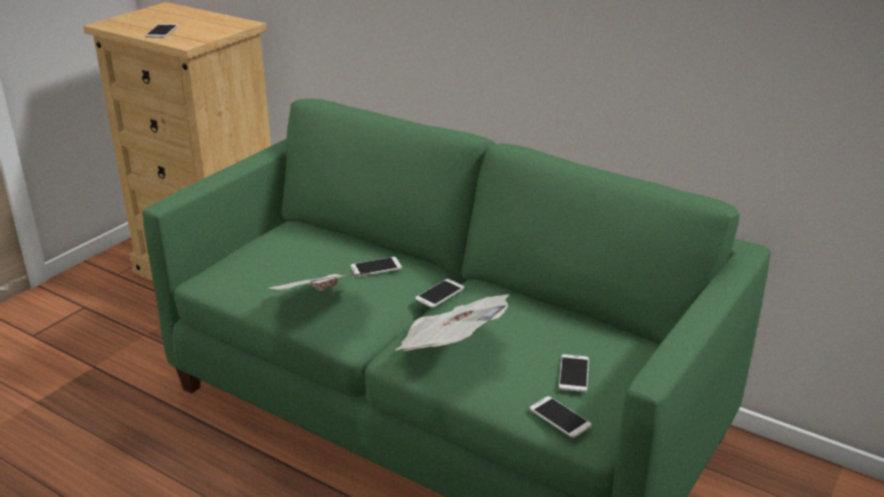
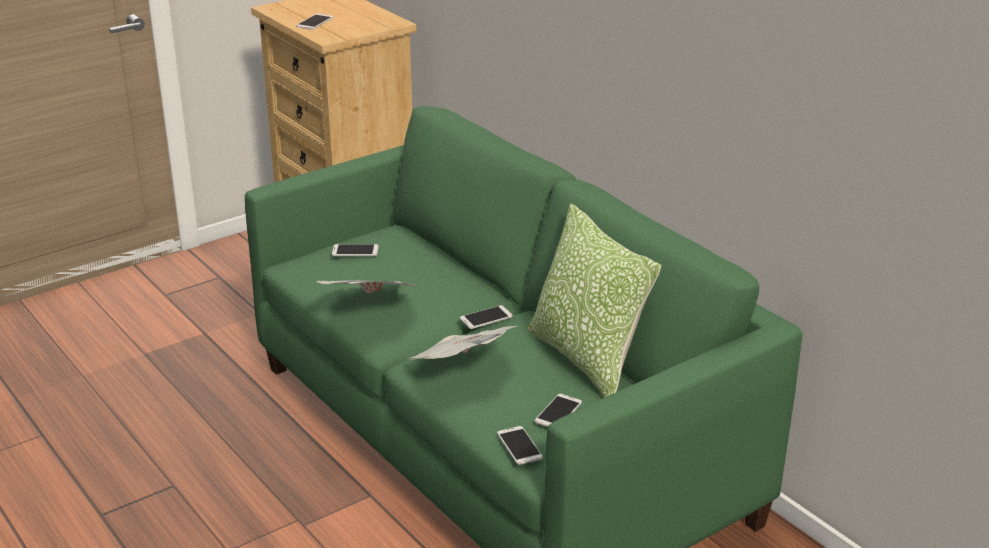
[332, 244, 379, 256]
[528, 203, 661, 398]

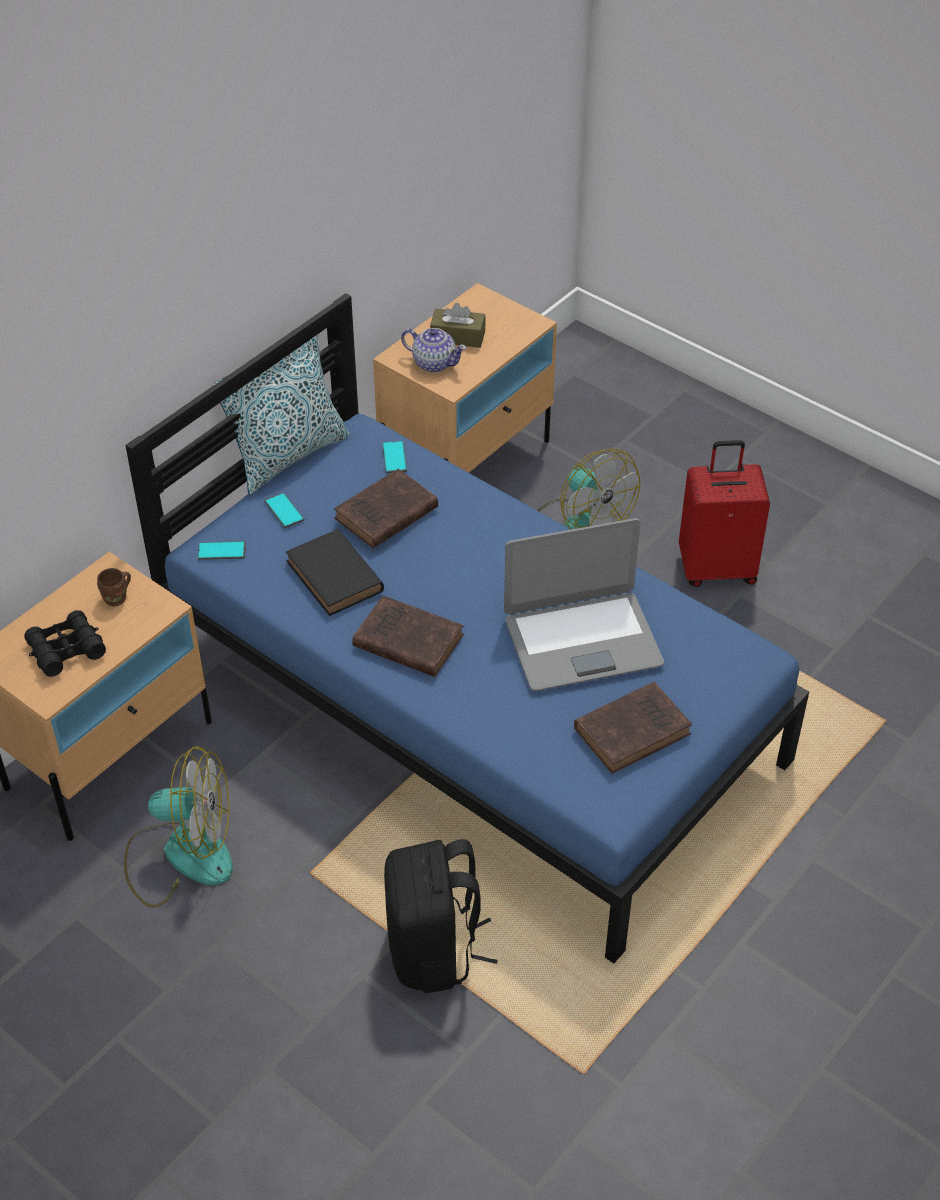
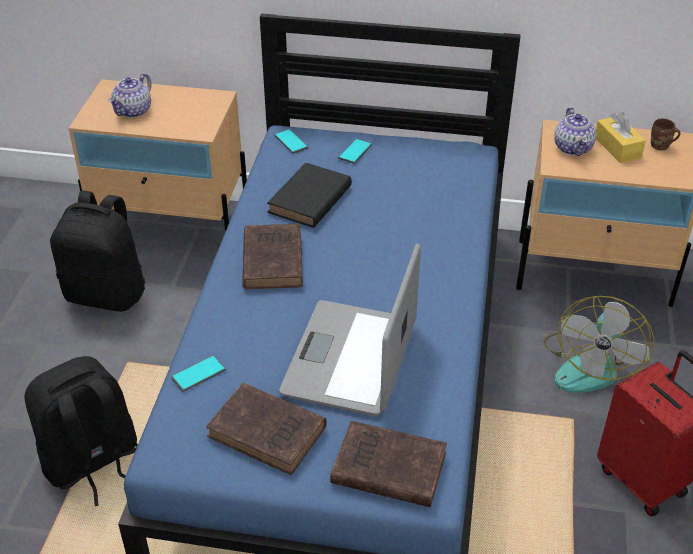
[596, 112, 646, 163]
[212, 335, 350, 495] (first image)
[171, 355, 225, 392]
[330, 421, 447, 507]
[279, 243, 421, 416]
[651, 118, 681, 150]
[108, 73, 151, 118]
[50, 191, 145, 312]

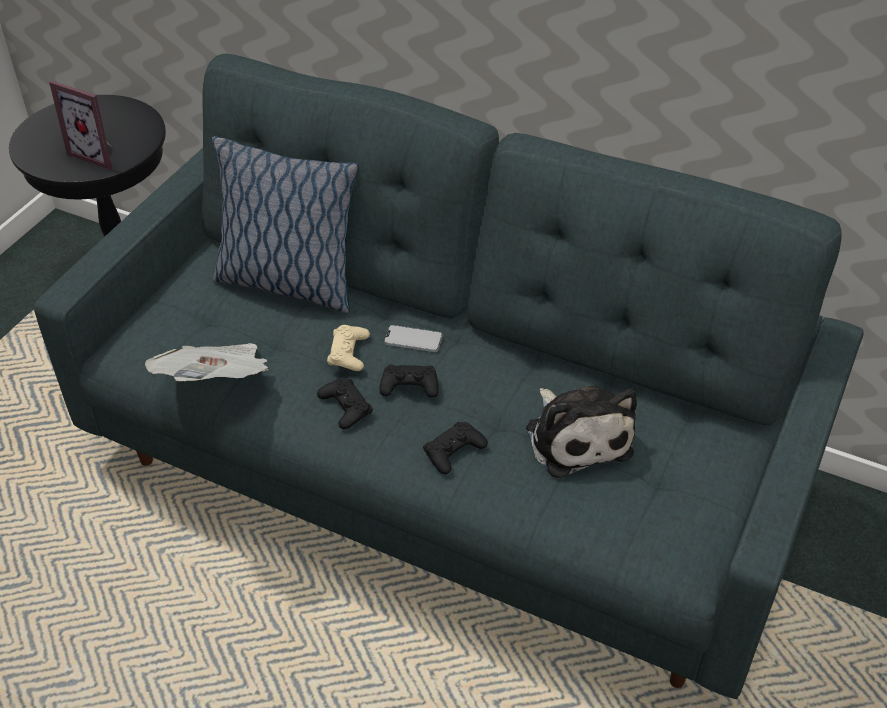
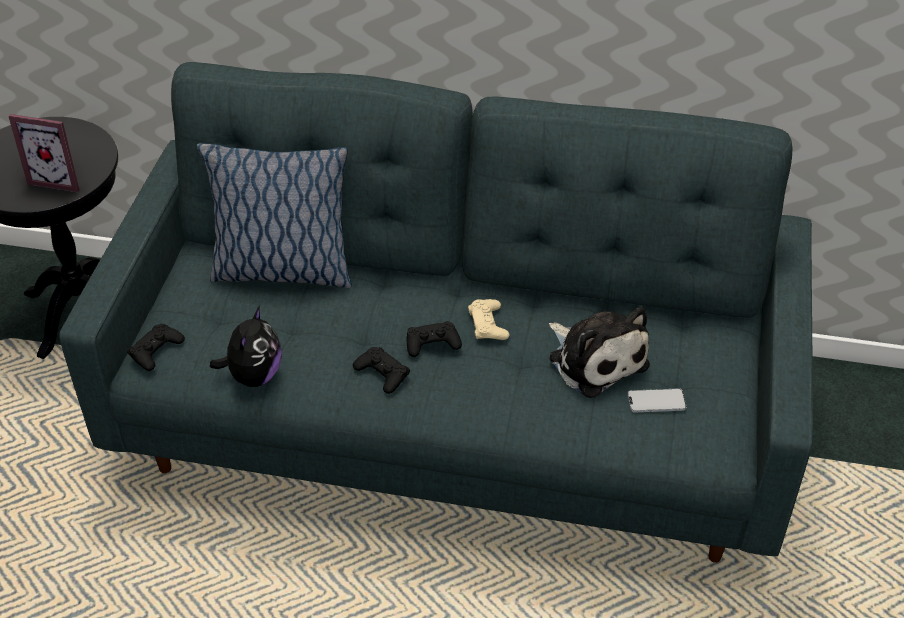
[468, 299, 510, 340]
[628, 389, 686, 413]
[210, 305, 282, 387]
[127, 324, 185, 371]

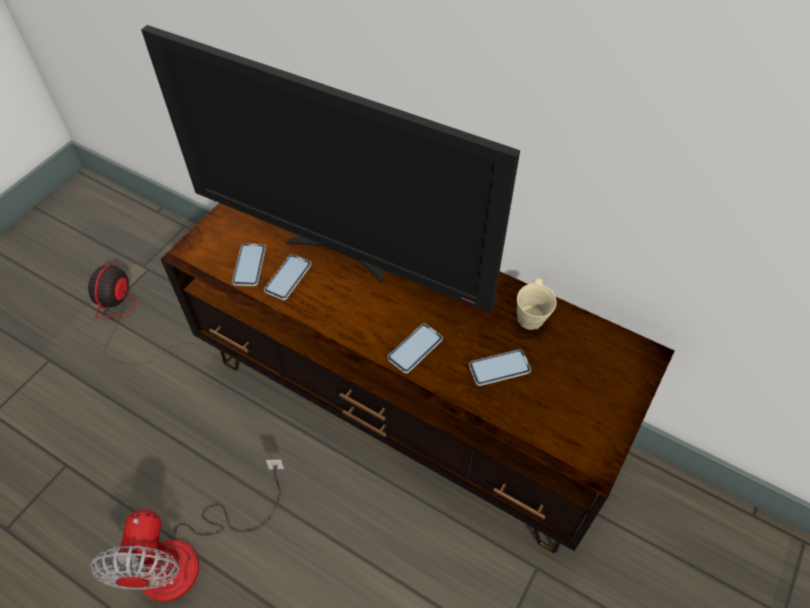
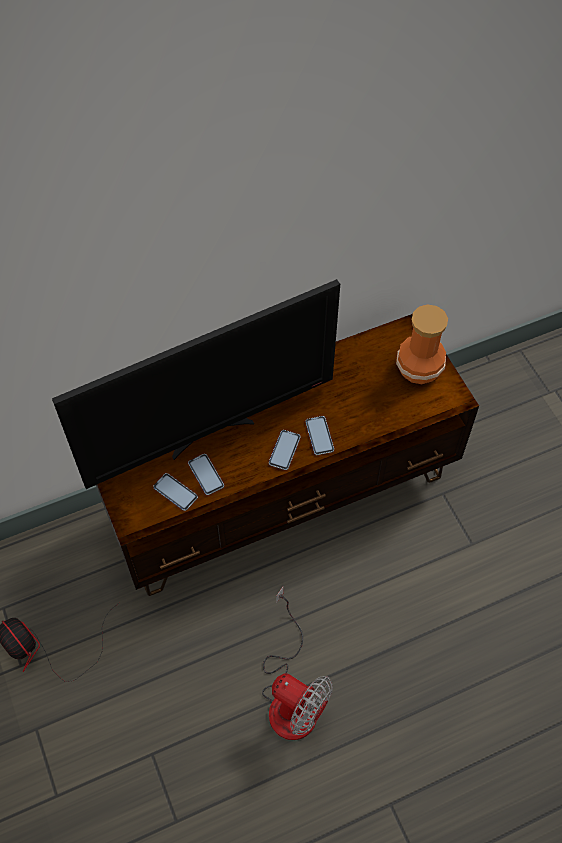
[517, 278, 557, 330] (first image)
[269, 430, 300, 470]
[396, 304, 448, 384]

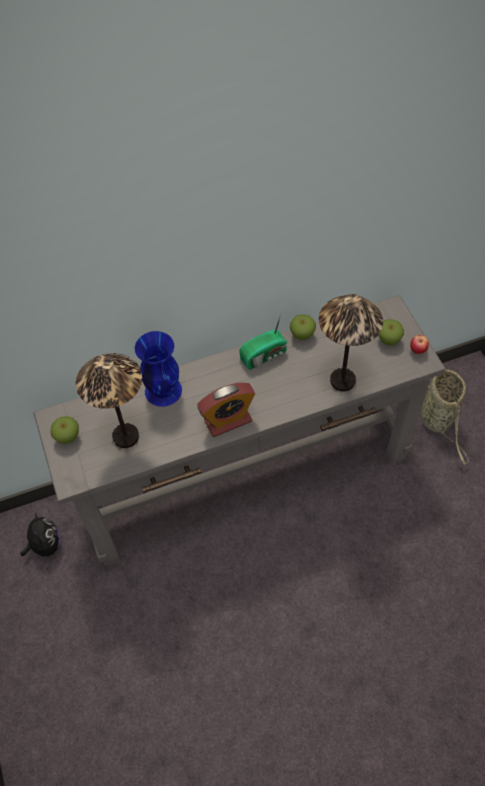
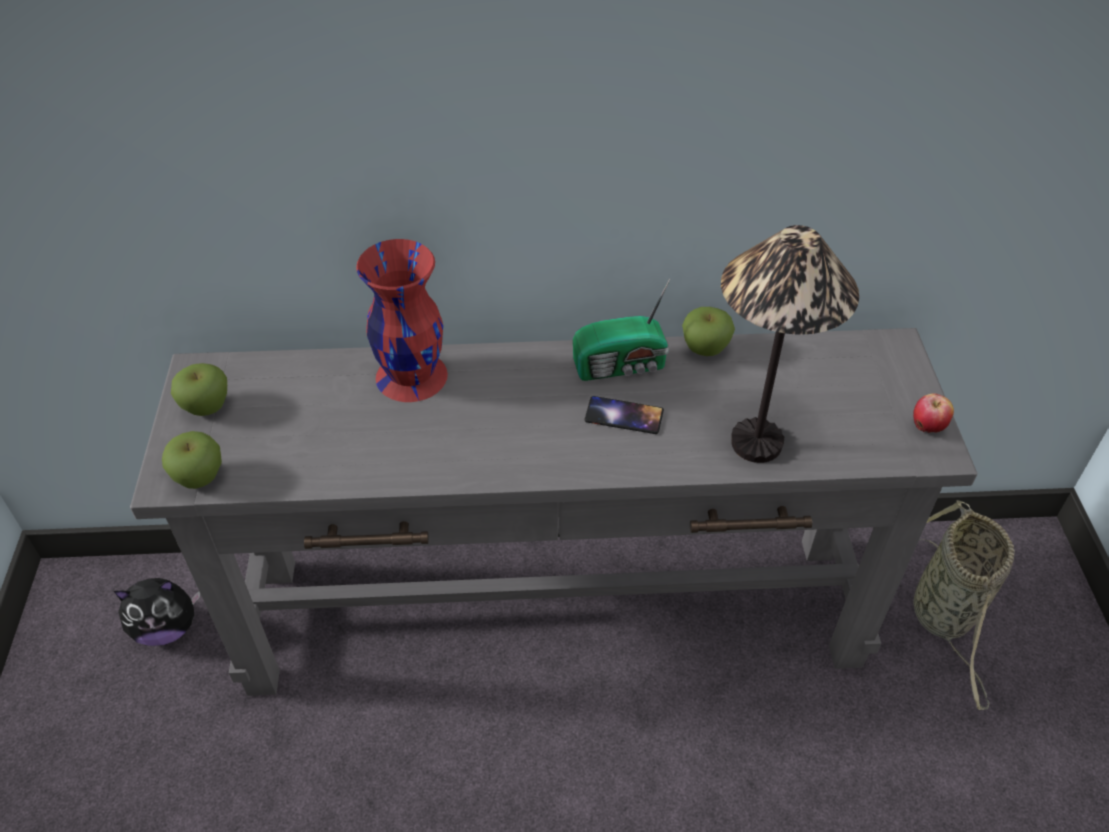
[162, 431, 222, 489]
[356, 239, 448, 402]
[76, 353, 142, 448] (first image)
[197, 383, 255, 437] (first image)
[114, 578, 200, 646]
[584, 396, 664, 434]

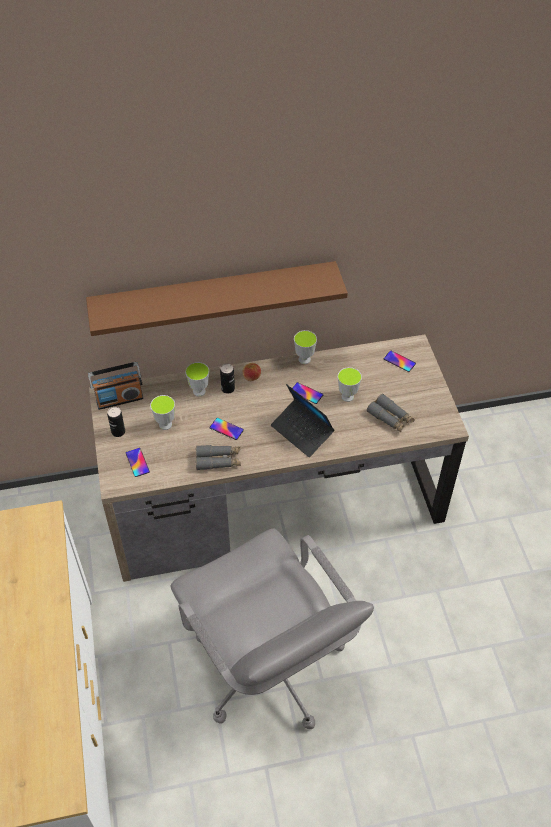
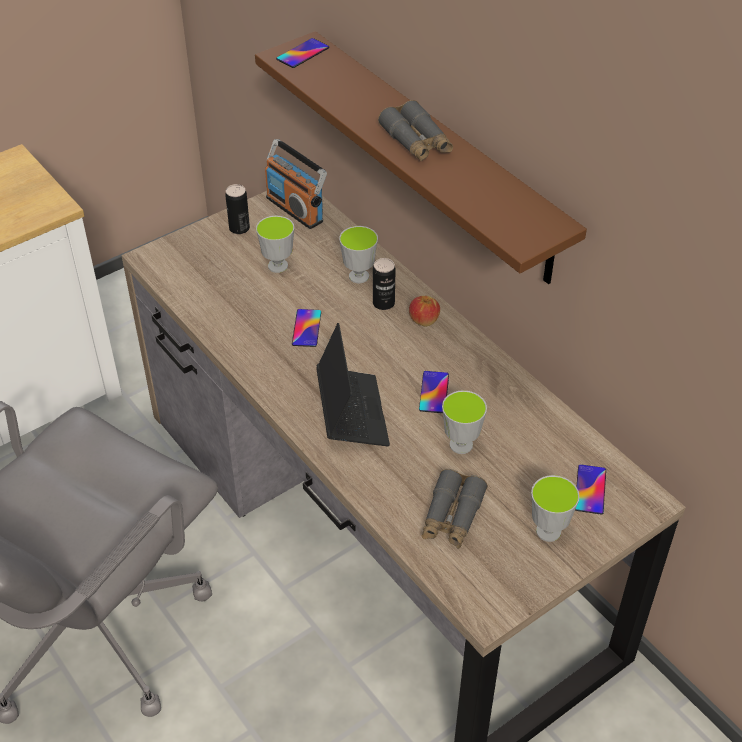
[531, 475, 580, 542]
[316, 323, 390, 446]
[378, 100, 453, 162]
[276, 38, 329, 68]

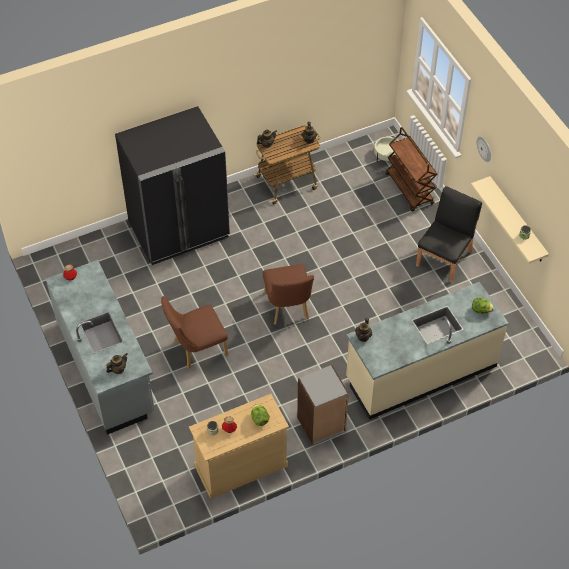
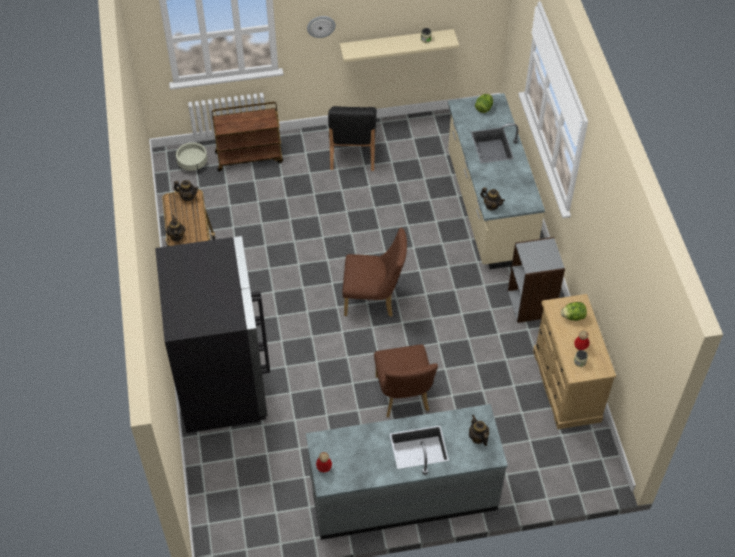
[328, 106, 377, 171]

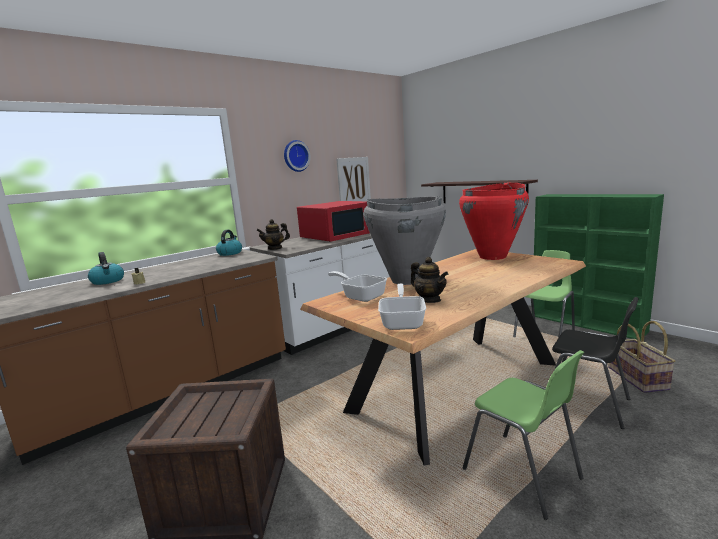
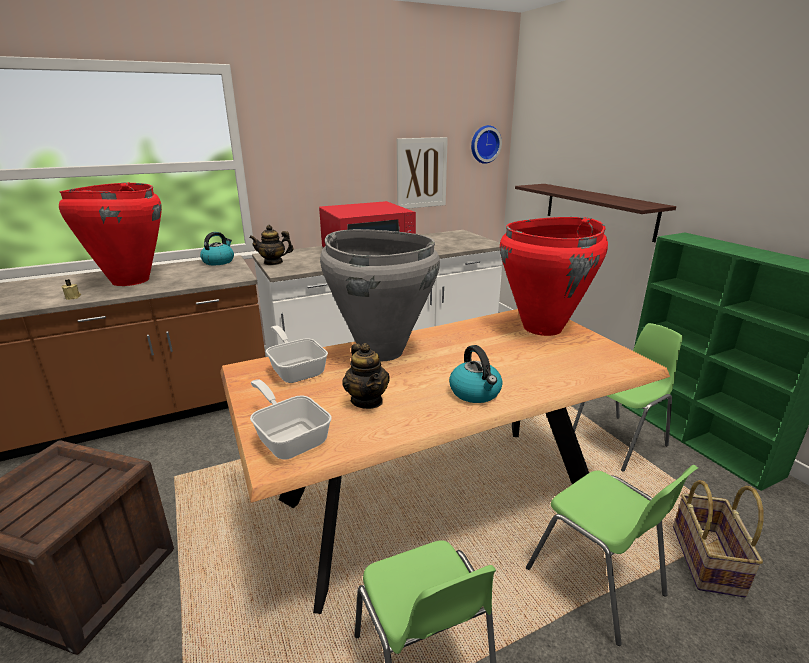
[471, 125, 502, 164]
[449, 345, 503, 403]
[250, 379, 332, 460]
[526, 465, 698, 646]
[59, 182, 162, 286]

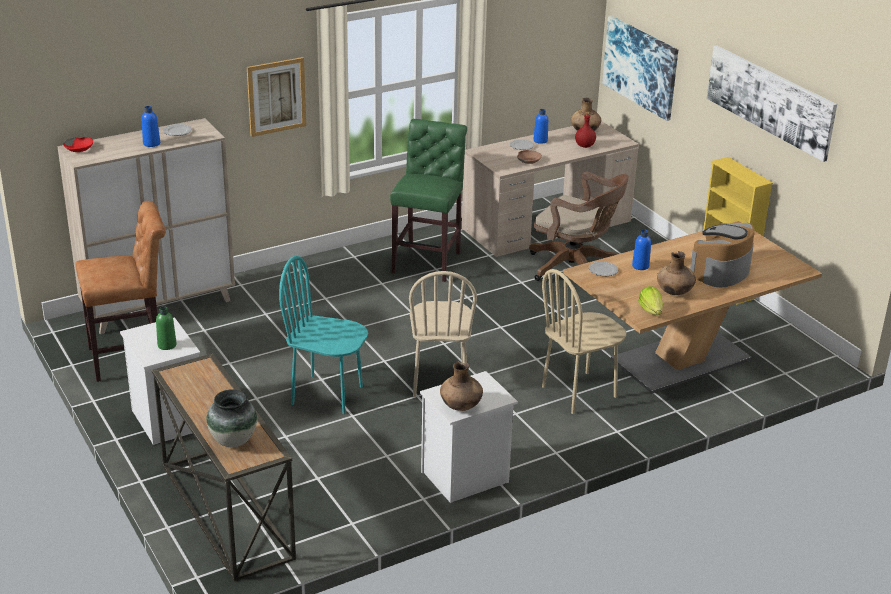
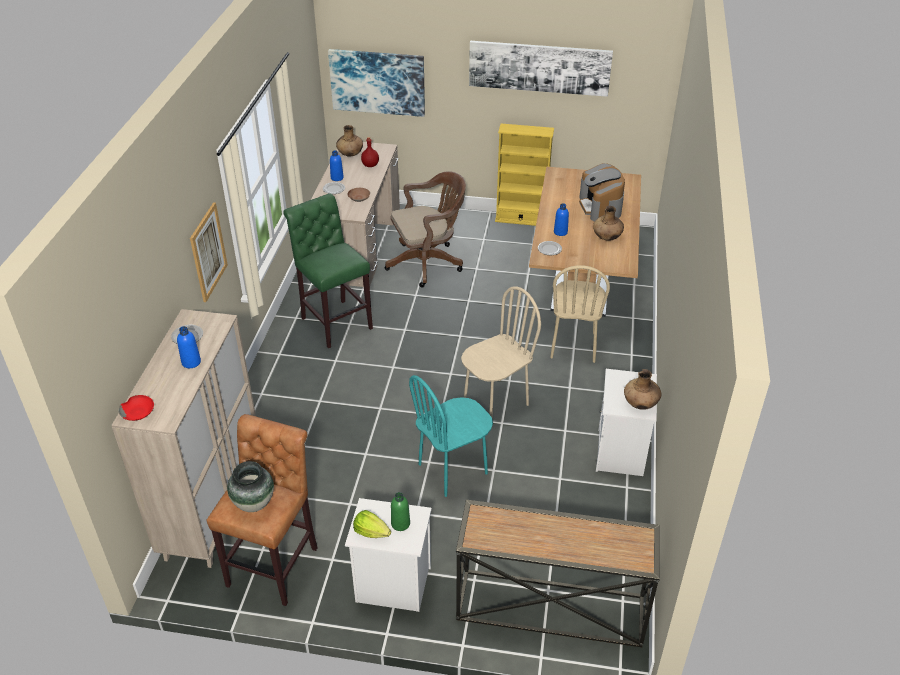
[461, 286, 541, 417]
[353, 510, 391, 538]
[227, 461, 274, 512]

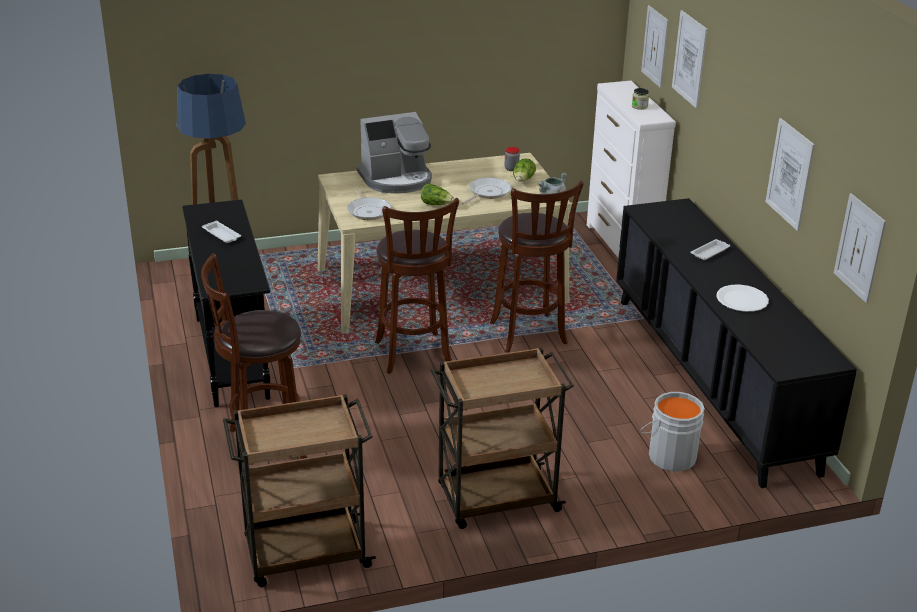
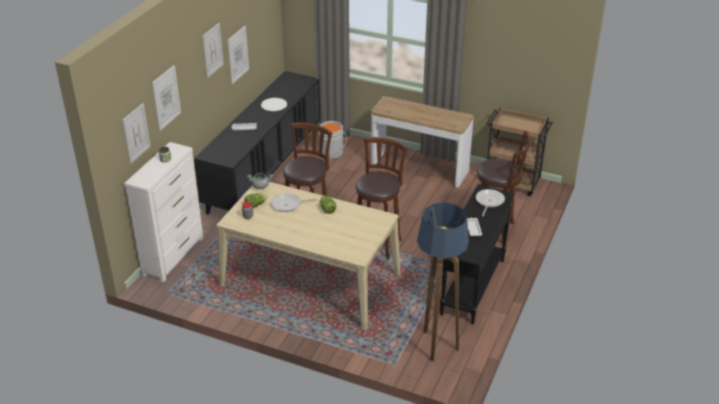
[357, 112, 432, 193] (first image)
[476, 189, 505, 217]
[202, 23, 224, 78]
[371, 96, 474, 187]

